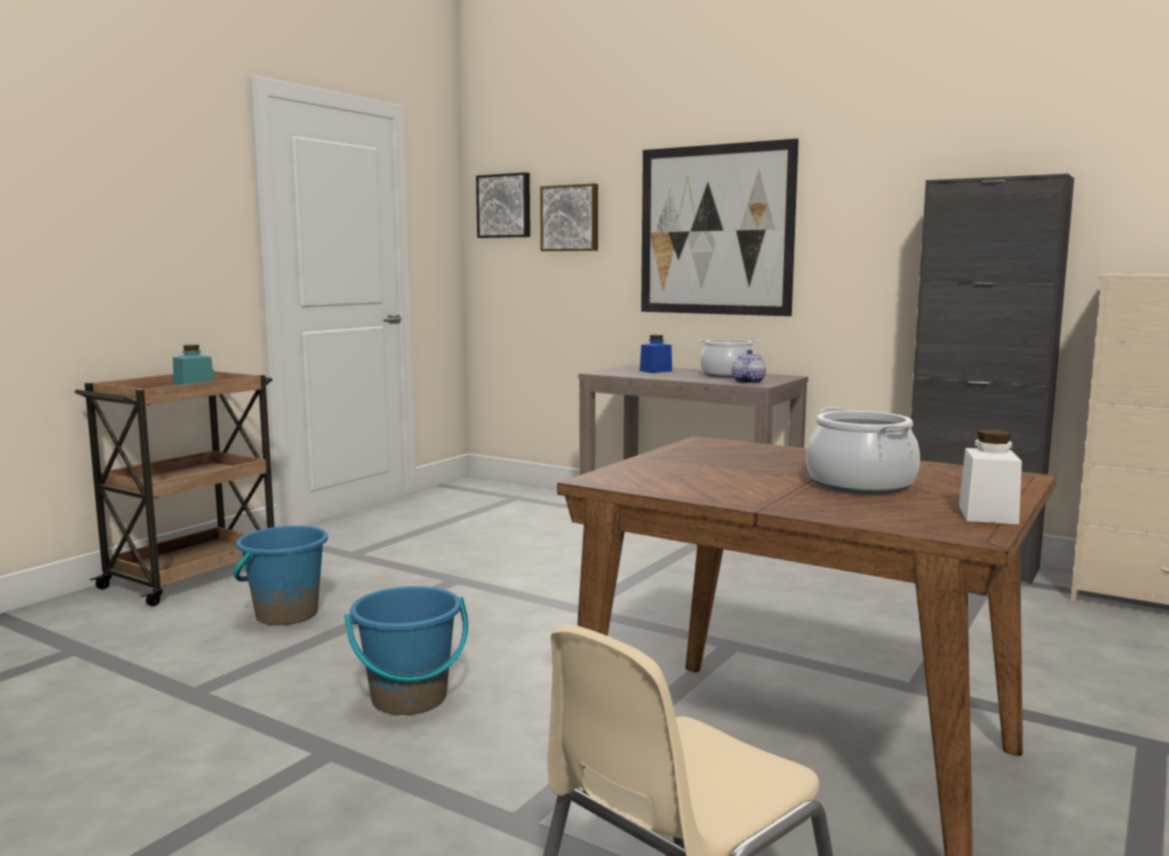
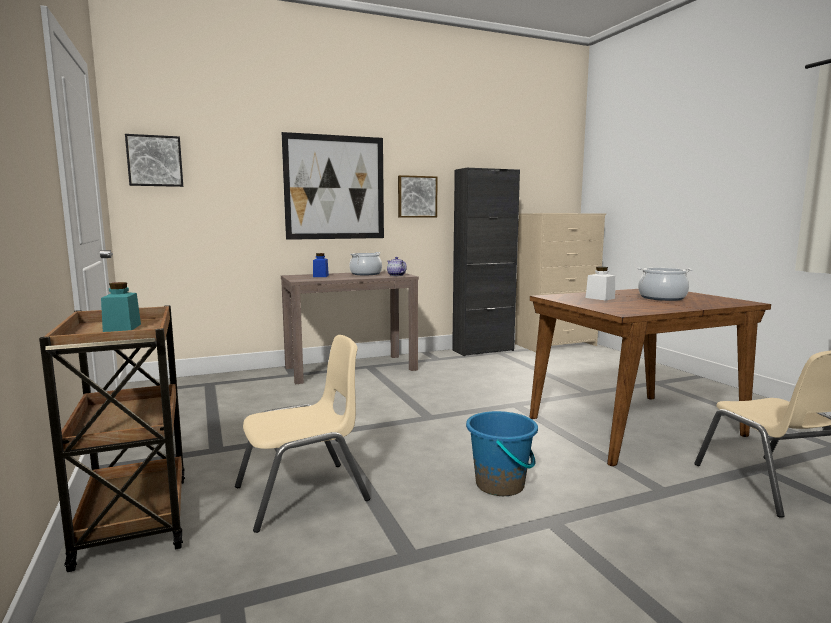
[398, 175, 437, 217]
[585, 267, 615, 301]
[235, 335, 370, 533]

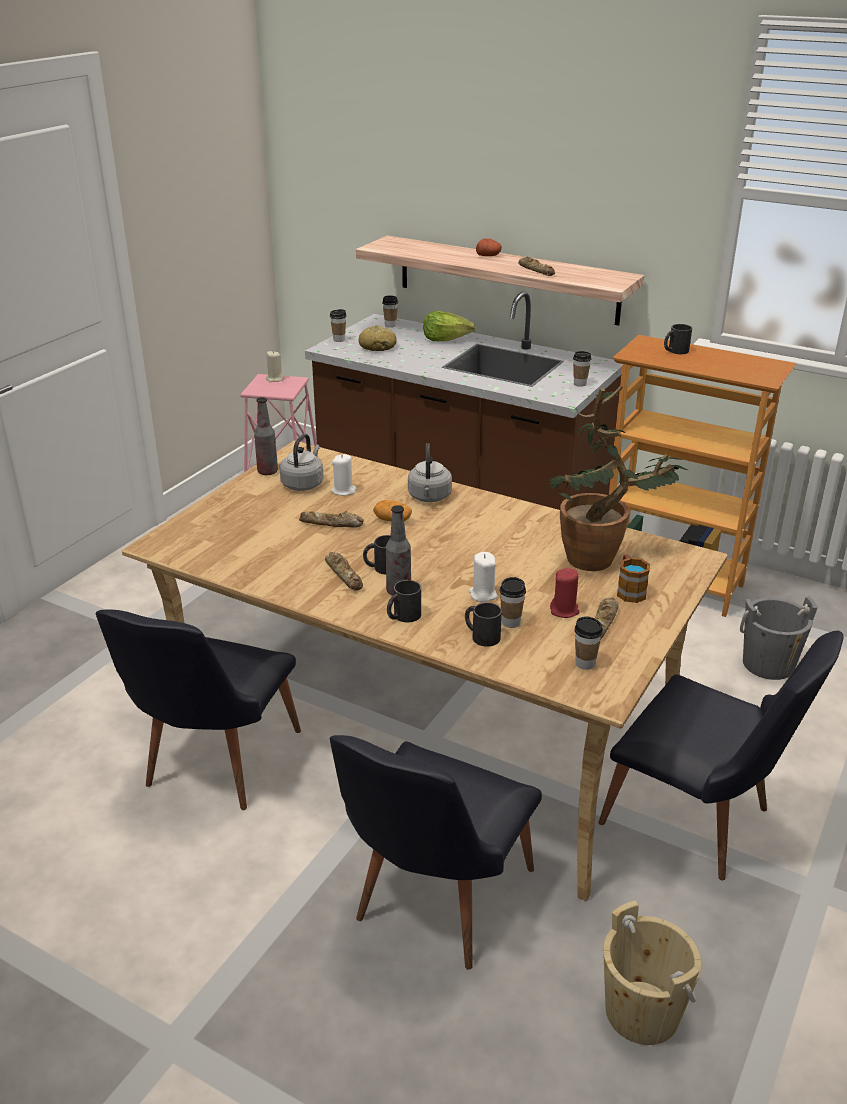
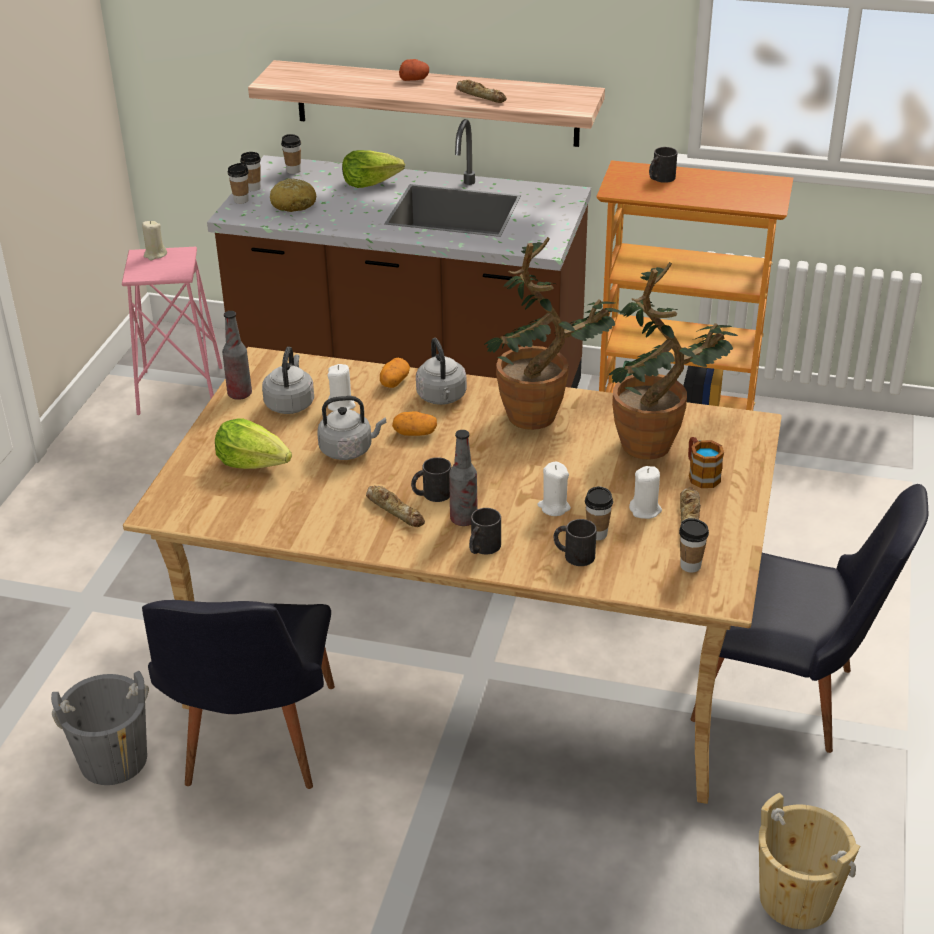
[240, 152, 261, 191]
[317, 396, 386, 460]
[629, 466, 662, 519]
[51, 671, 149, 785]
[330, 735, 542, 970] (first image)
[484, 237, 621, 430]
[380, 358, 410, 388]
[215, 419, 292, 469]

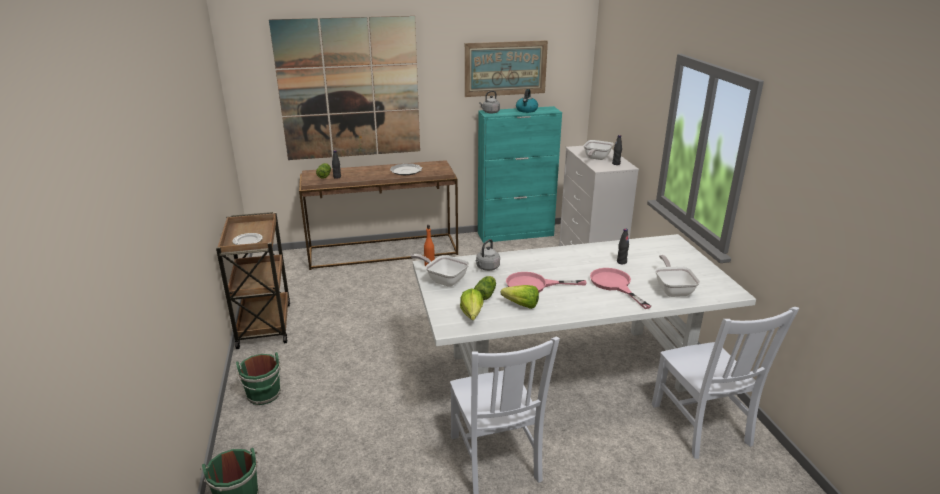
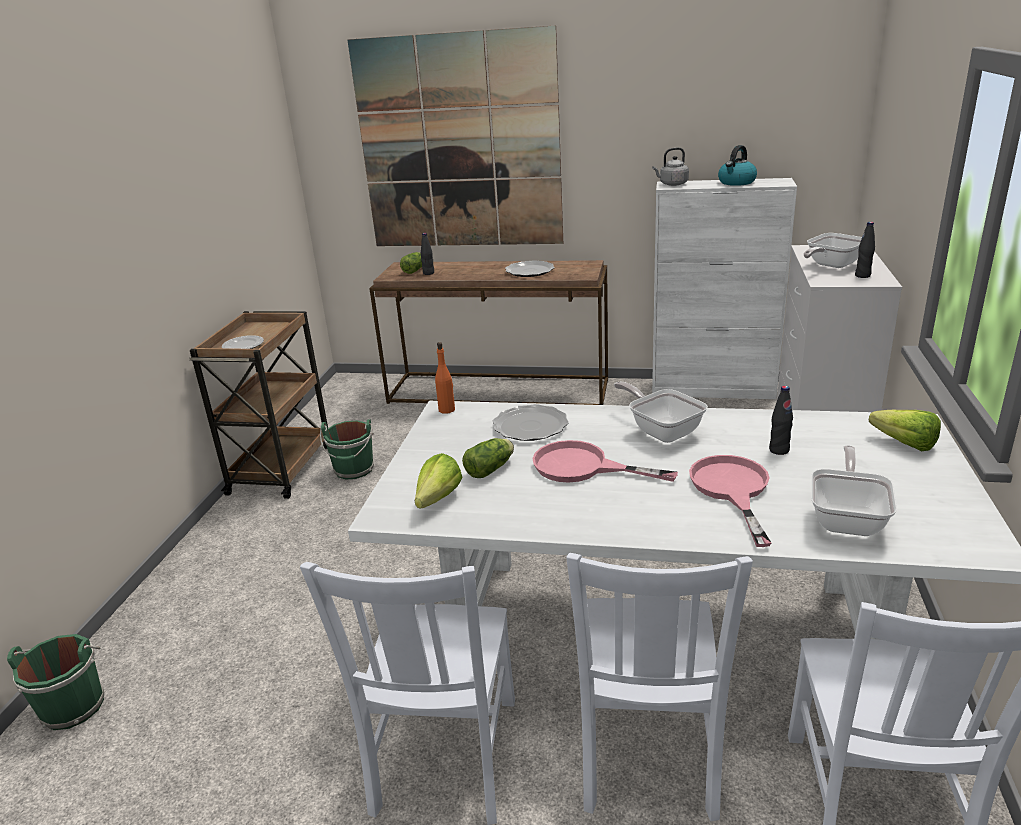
[465, 40, 548, 97] (first image)
[652, 178, 797, 399]
[493, 404, 569, 441]
[614, 381, 708, 443]
[869, 410, 941, 451]
[320, 419, 374, 479]
[566, 553, 753, 821]

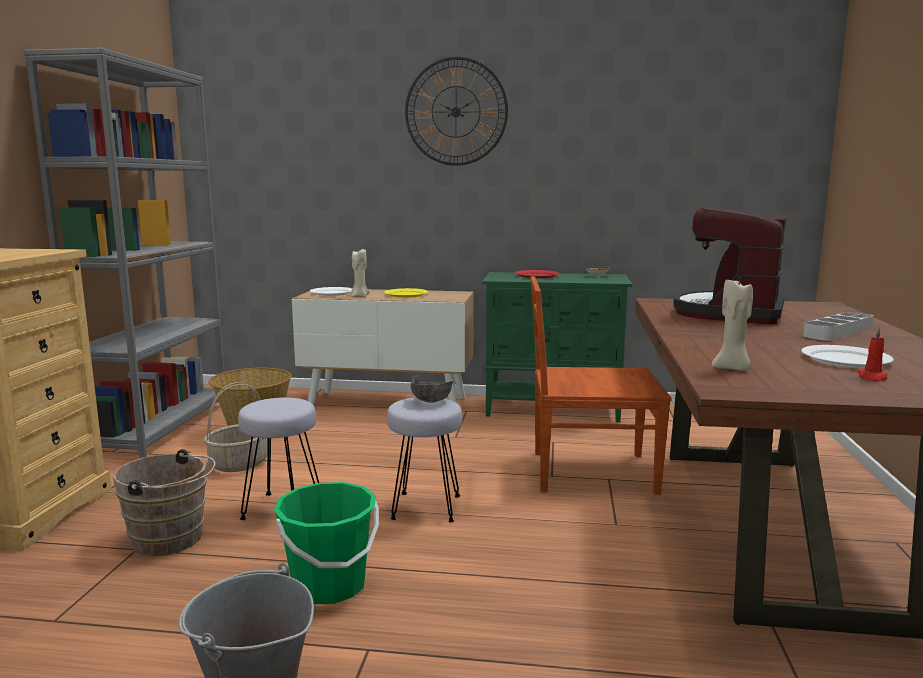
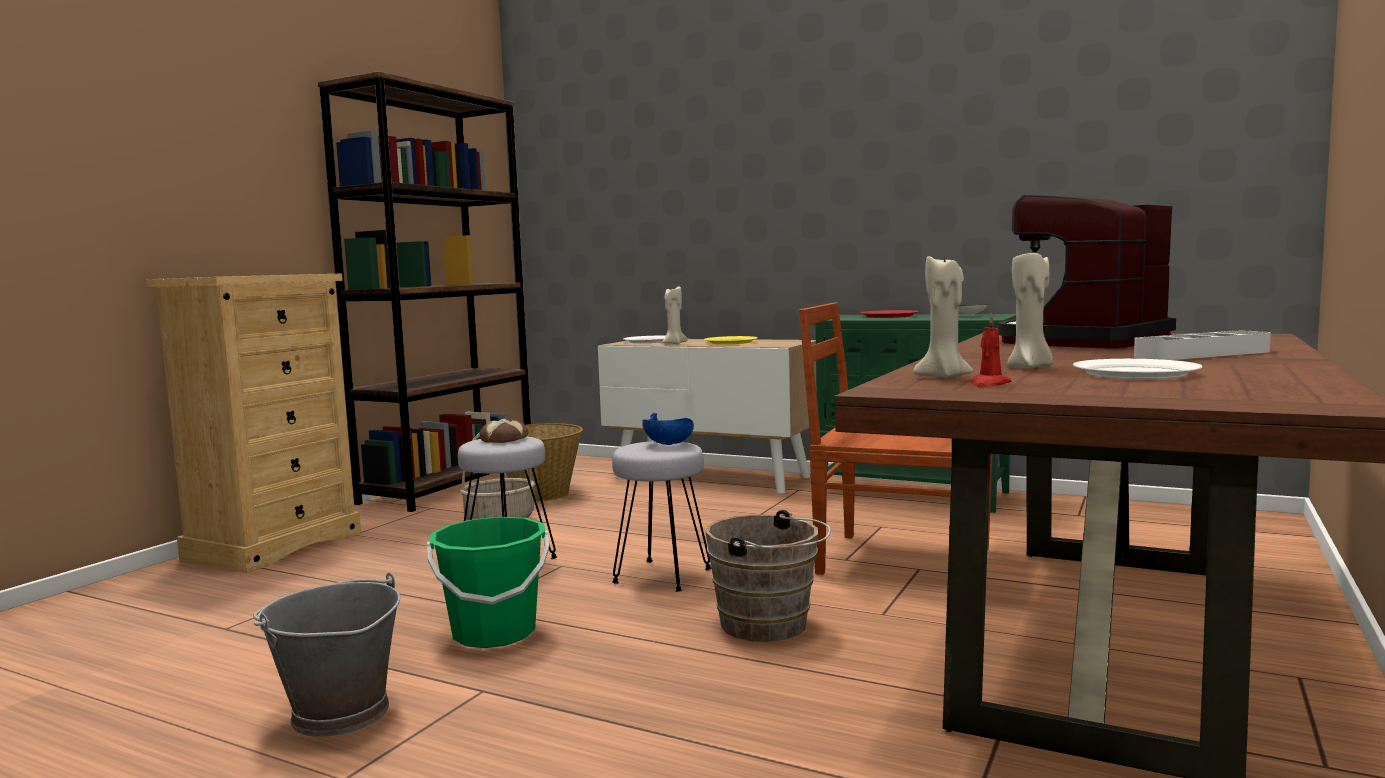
[318, 71, 531, 512]
[405, 57, 508, 166] (first image)
[971, 313, 1011, 387]
[642, 413, 694, 445]
[705, 510, 831, 642]
[1007, 252, 1053, 368]
[480, 418, 529, 443]

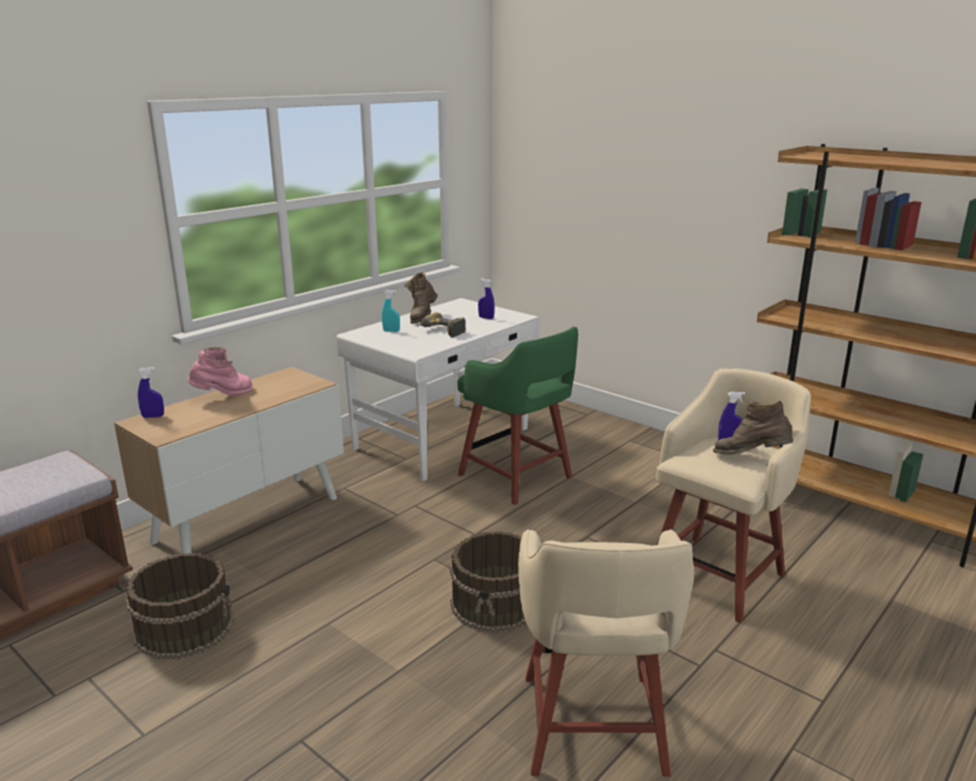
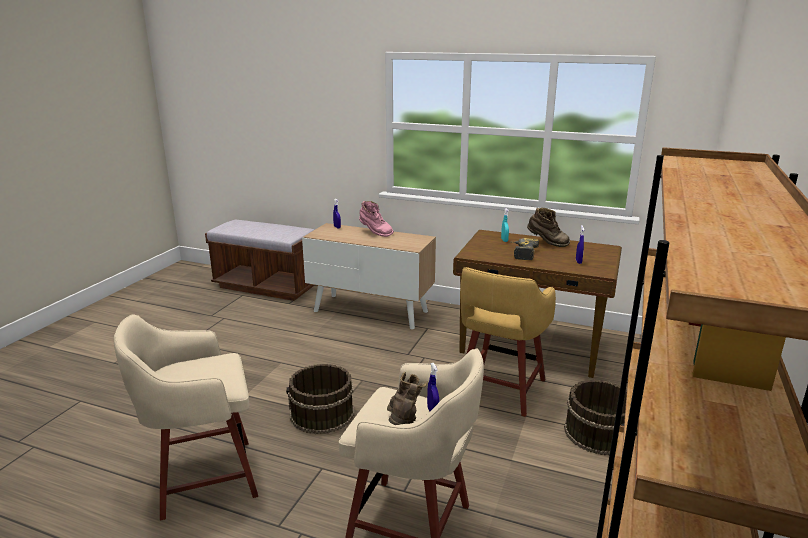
[527, 208, 570, 247]
[453, 230, 622, 378]
[460, 267, 556, 417]
[564, 380, 627, 455]

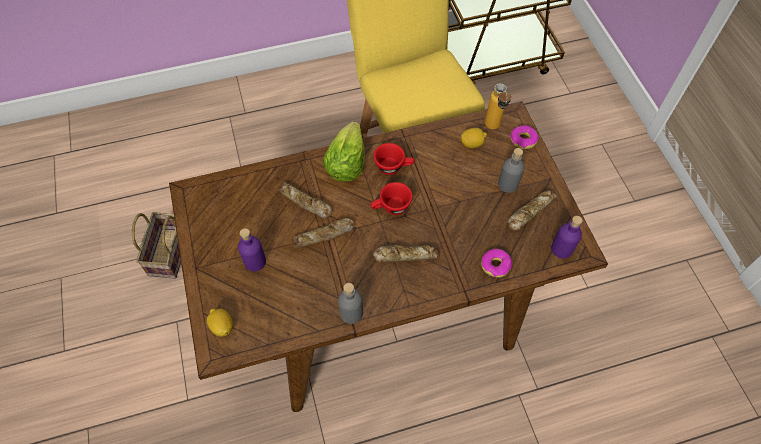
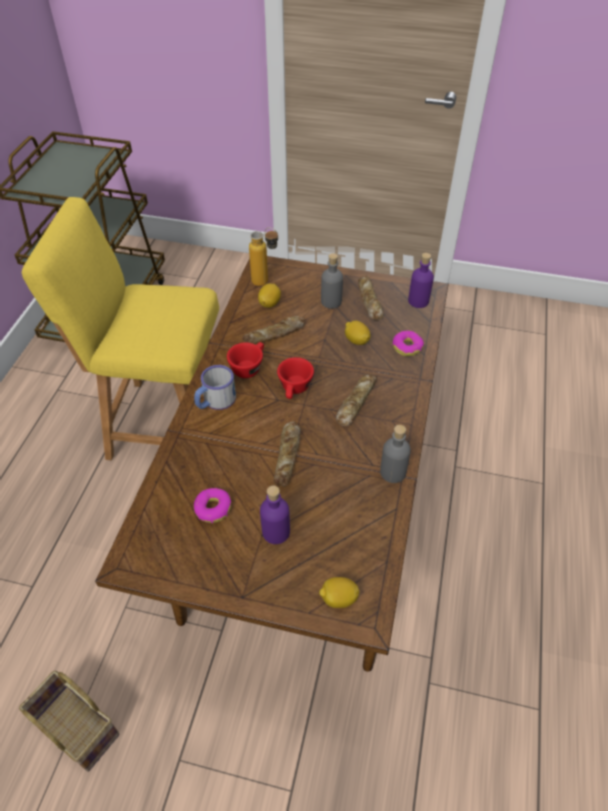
[194, 365, 236, 410]
[194, 488, 231, 523]
[242, 316, 305, 344]
[345, 321, 371, 345]

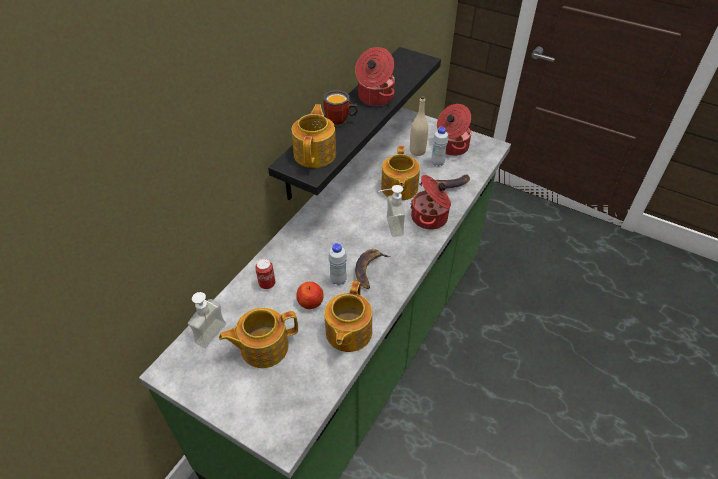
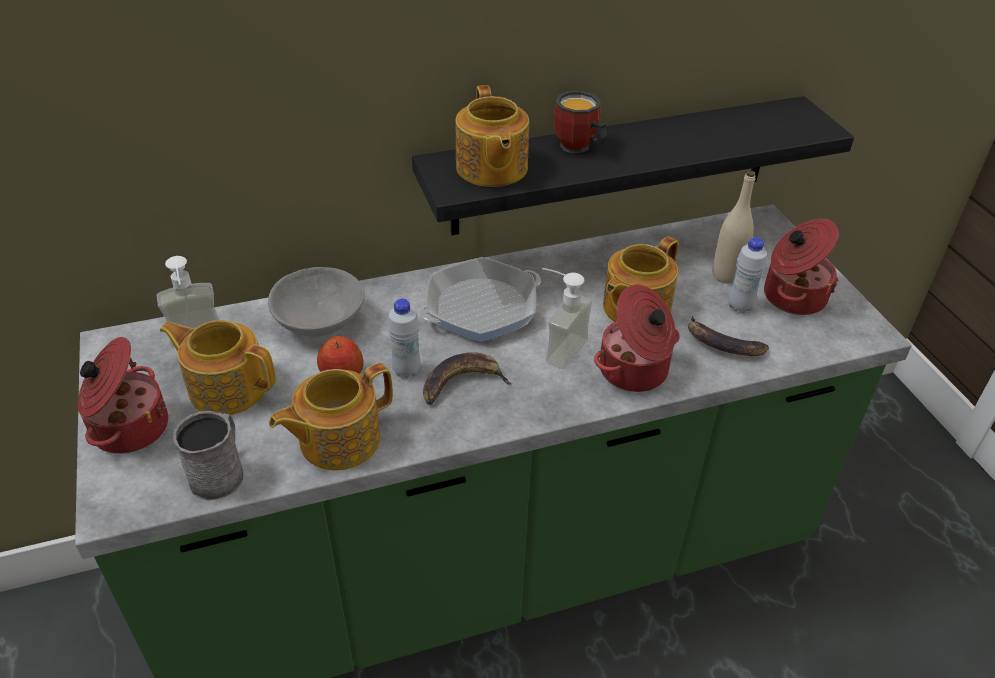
[78, 337, 168, 454]
[455, 85, 529, 187]
[268, 267, 365, 337]
[419, 257, 541, 342]
[173, 411, 243, 501]

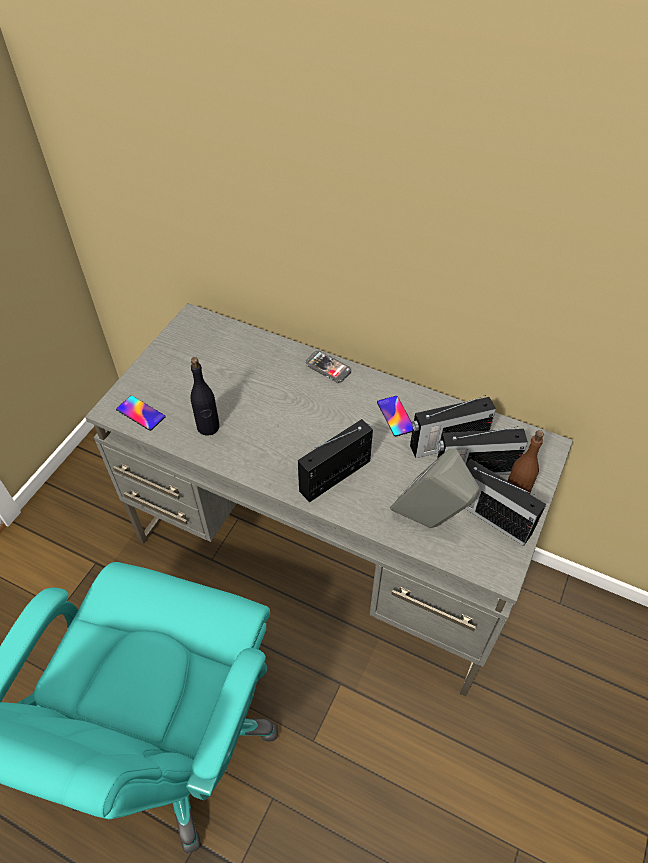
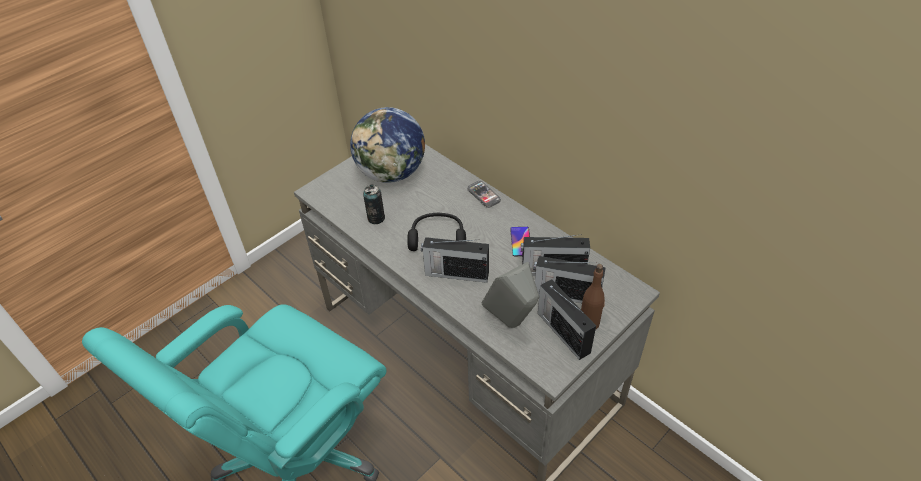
[363, 185, 385, 224]
[116, 396, 166, 431] (first image)
[421, 237, 489, 283]
[350, 107, 425, 183]
[407, 212, 466, 251]

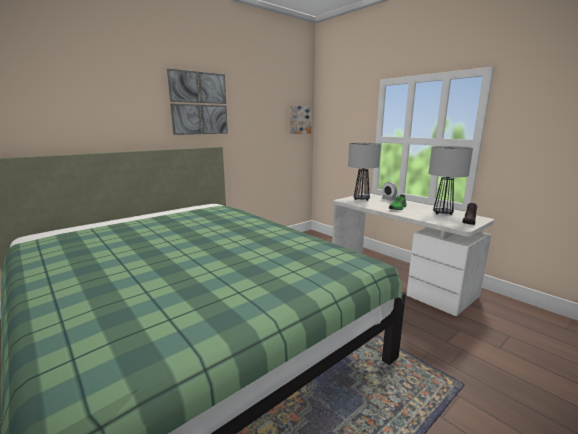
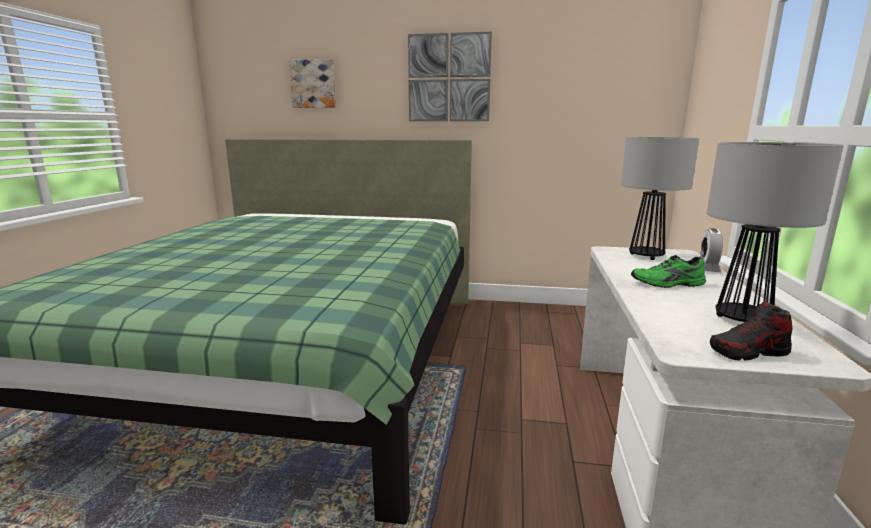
[289, 59, 336, 108]

